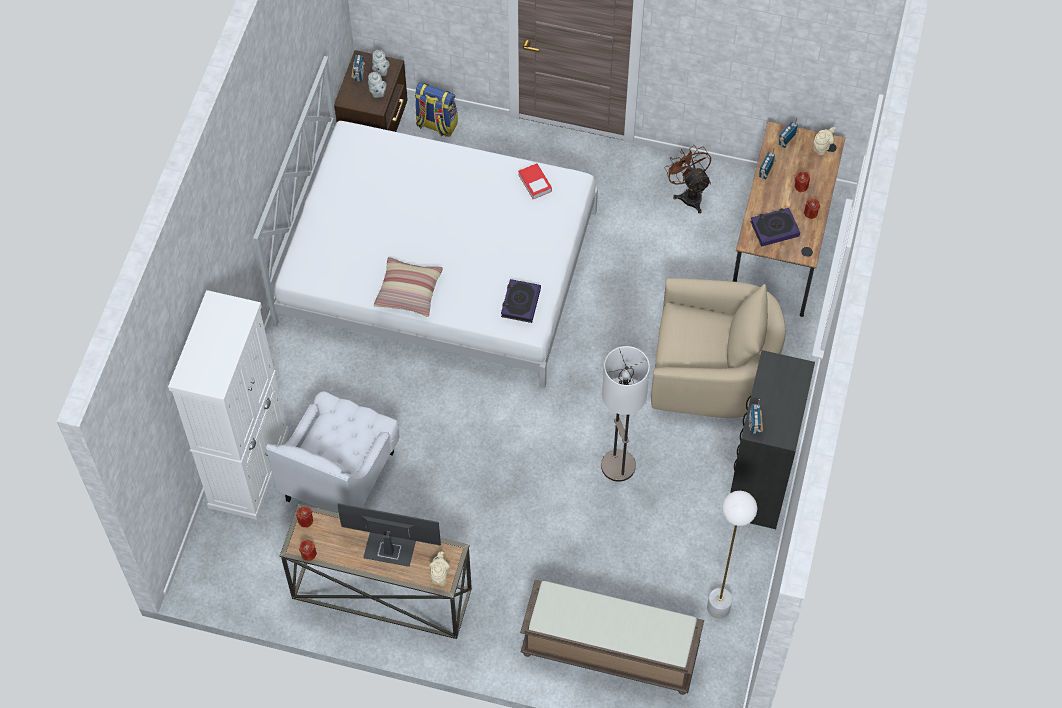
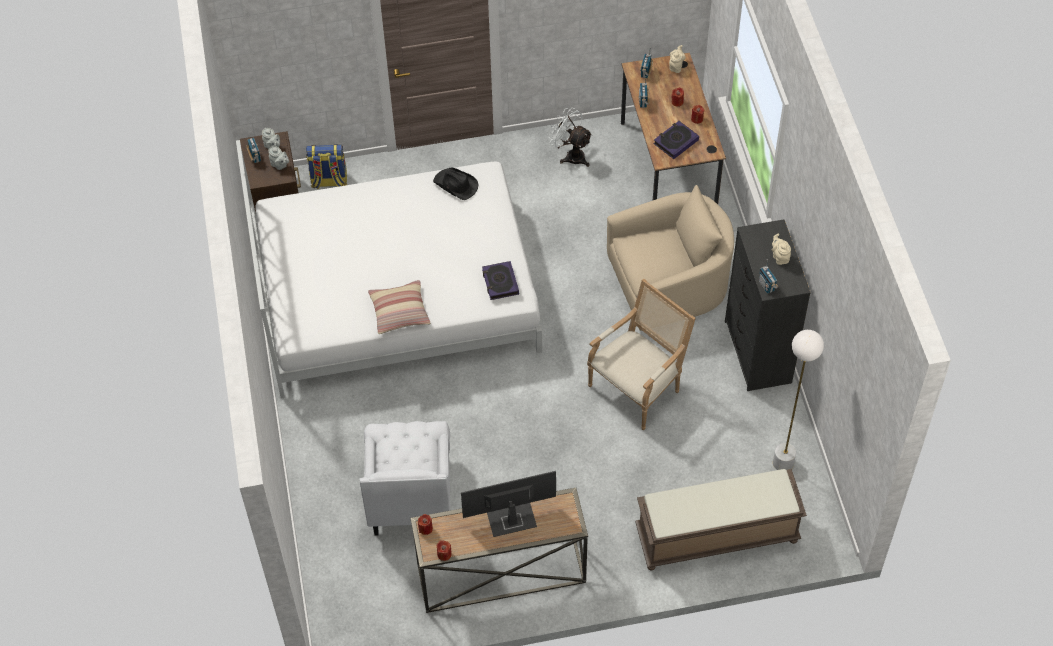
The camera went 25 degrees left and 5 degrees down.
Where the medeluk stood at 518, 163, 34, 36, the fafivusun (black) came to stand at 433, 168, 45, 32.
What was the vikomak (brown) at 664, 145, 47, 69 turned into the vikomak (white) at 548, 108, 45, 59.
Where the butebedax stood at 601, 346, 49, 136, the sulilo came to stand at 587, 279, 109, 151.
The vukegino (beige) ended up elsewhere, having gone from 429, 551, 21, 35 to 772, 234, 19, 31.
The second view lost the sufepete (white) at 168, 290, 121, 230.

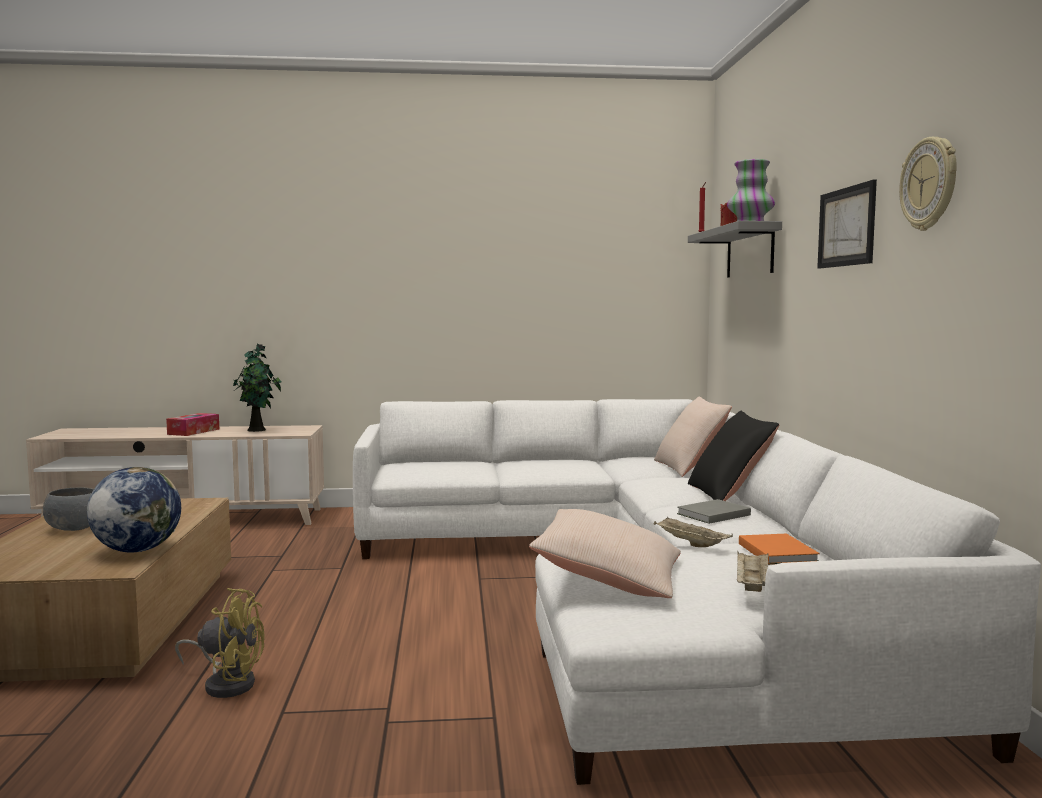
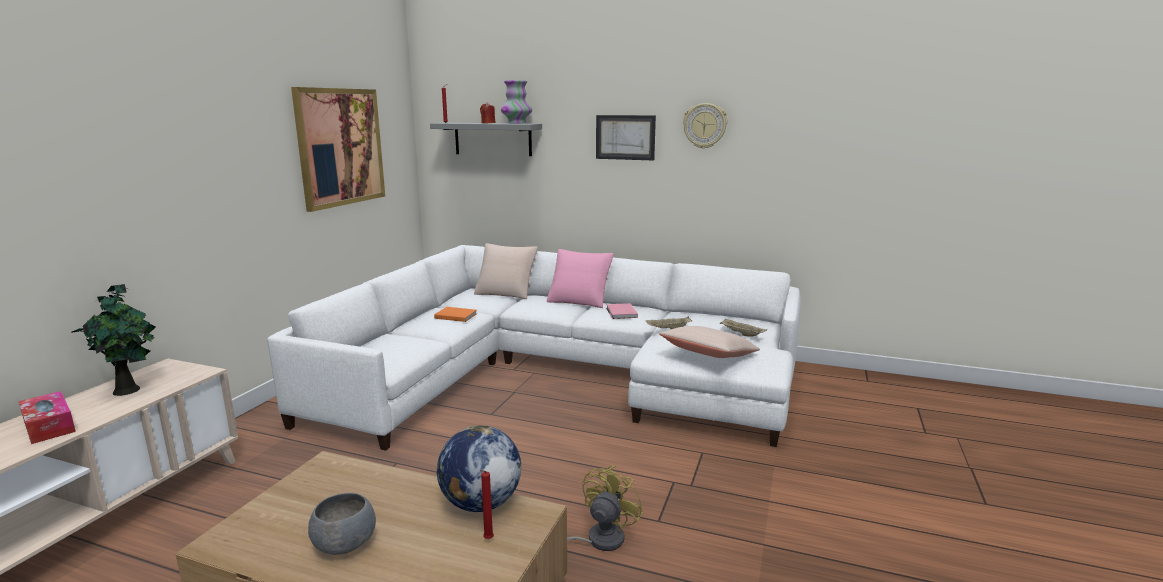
The camera went 65 degrees left and 10 degrees up.
The second view gained the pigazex at 291, 87, 94, 125.
The medeluk (orange) ended up elsewhere, having gone from 739, 533, 81, 32 to 434, 307, 43, 15.
The second view gained the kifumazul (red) at 480, 470, 14, 69.
What was the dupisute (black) at 688, 411, 92, 90 turned into the dupisute (pink) at 547, 249, 67, 59.
What was the medeluk (grey) at 677, 499, 74, 25 turned into the medeluk (pink) at 606, 303, 32, 16.

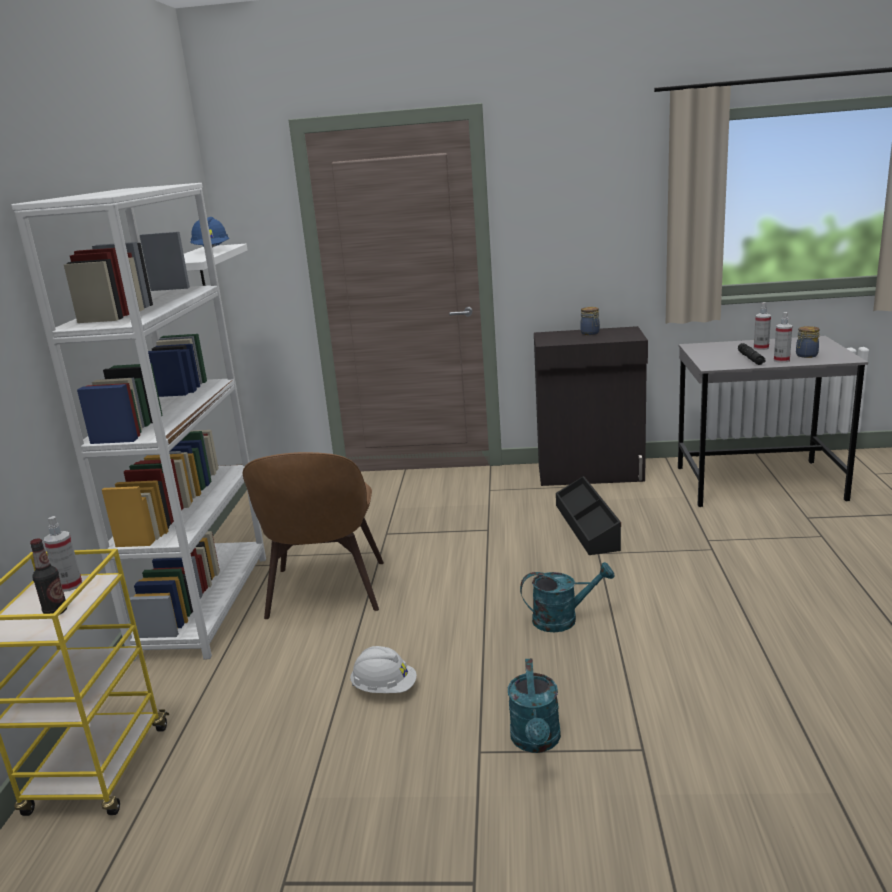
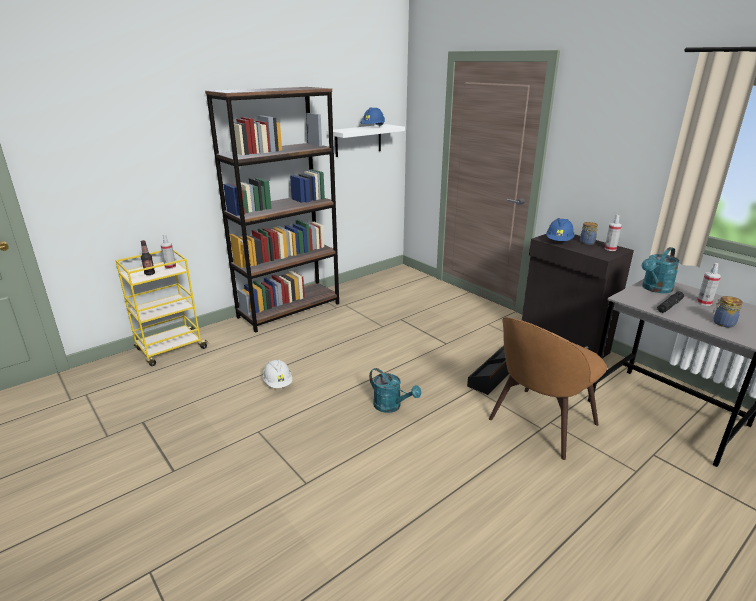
The camera went 45 degrees right and 5 degrees up.
What was the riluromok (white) at 11, 183, 255, 478 turned into the riluromok (brown) at 205, 87, 134, 246.
The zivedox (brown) ended up elsewhere, having gone from 243, 452, 141, 167 to 489, 317, 118, 143.
The second view gained the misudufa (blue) at 546, 218, 29, 23.
The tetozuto ended up elsewhere, having gone from 774, 312, 19, 51 to 605, 215, 17, 36.
The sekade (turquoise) ended up elsewhere, having gone from 508, 659, 53, 94 to 642, 247, 38, 46.

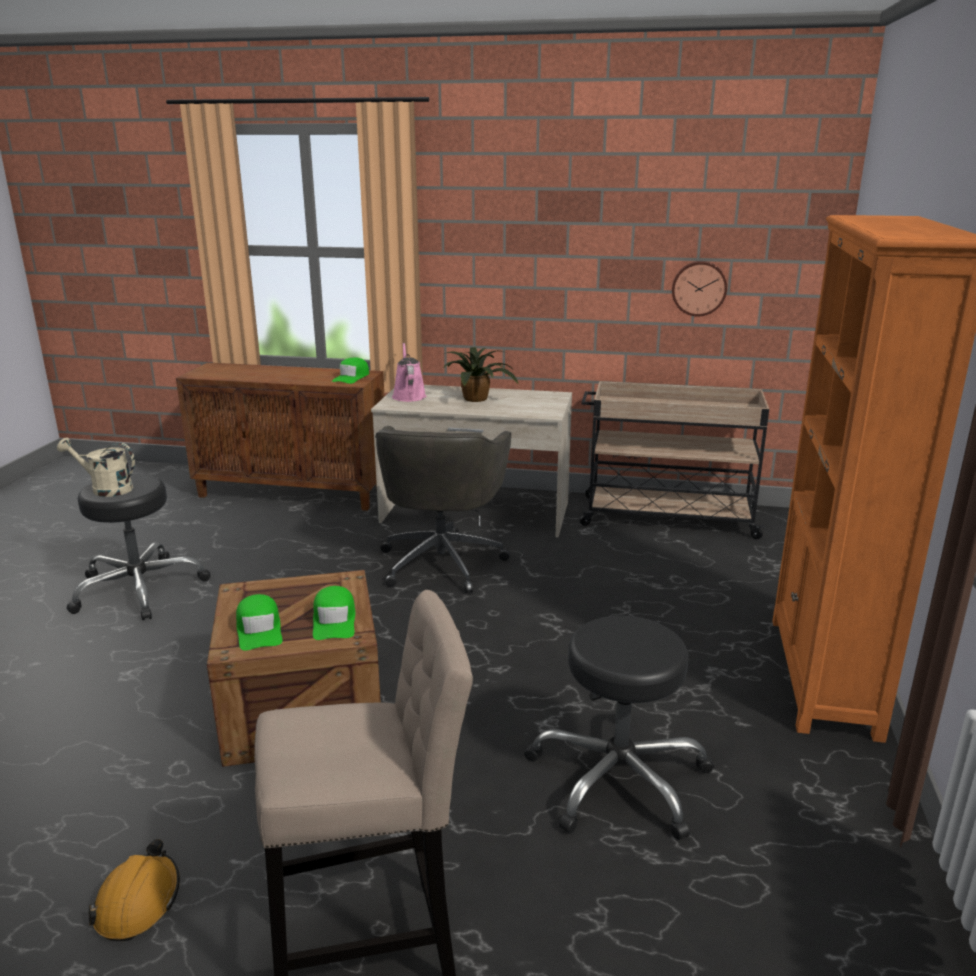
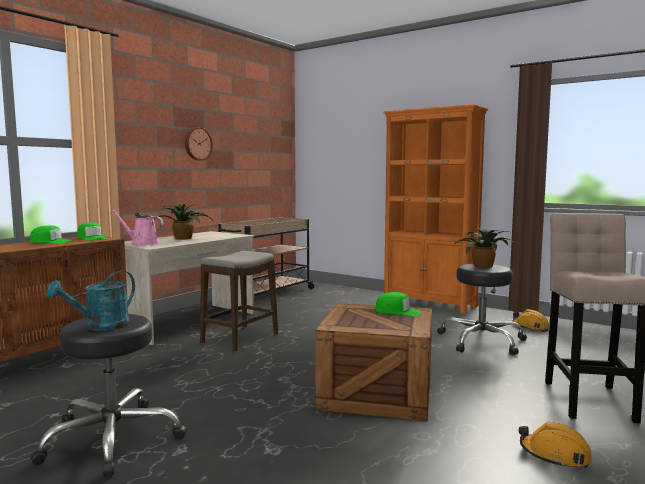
The camera went 65 degrees left and 15 degrees down.
The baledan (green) ended up elsewhere, having gone from 236, 594, 47, 57 to 30, 225, 43, 19.
What was the sekade (beige) at 57, 438, 78, 59 turned into the sekade (turquoise) at 46, 271, 89, 60.
The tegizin ended up elsewhere, having gone from 672, 261, 55, 56 to 185, 127, 28, 34.
Where the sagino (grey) stood at 375, 426, 136, 167, the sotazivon came to stand at 200, 251, 78, 101.
The second view gained the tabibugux at 453, 226, 62, 42.
The second view gained the misudufa (orange) at 513, 309, 36, 23.

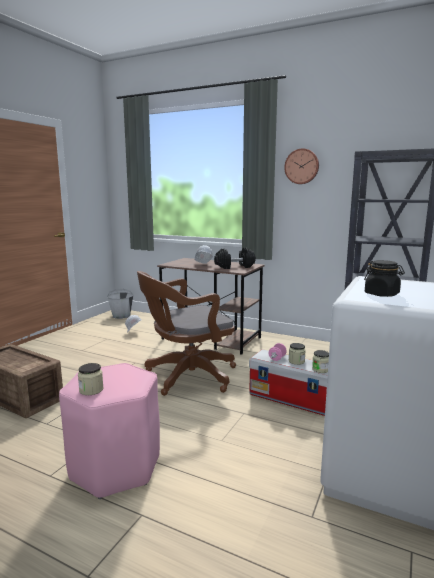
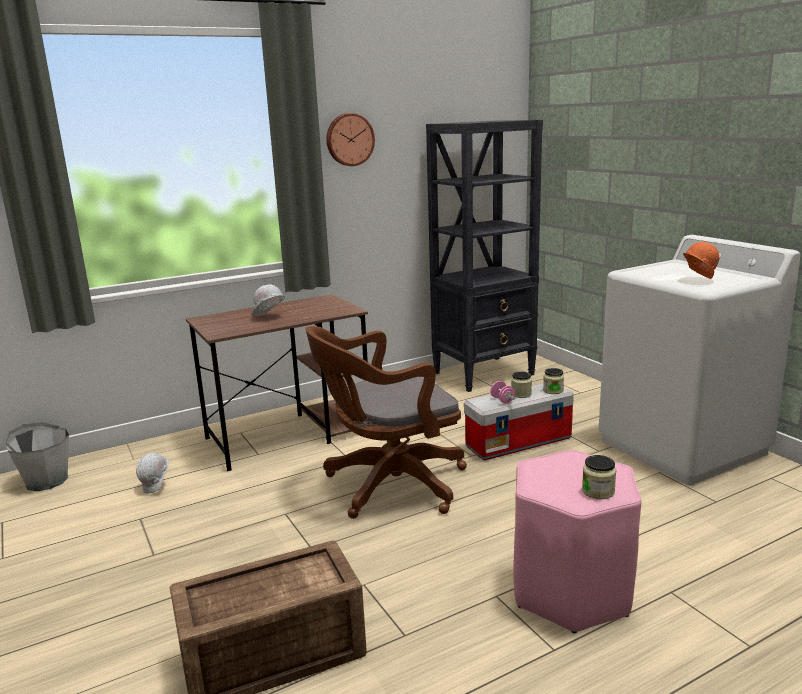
The camera went 55 degrees left and 5 degrees up.
The sagino (brown) at 137, 271, 99, 125 ended up facing another way, 60 degrees clockwise from before.
Where the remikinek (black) stood at 364, 260, 41, 37, the misudufa (orange) came to stand at 683, 242, 36, 37.
The second view lost the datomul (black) at 214, 248, 42, 21.

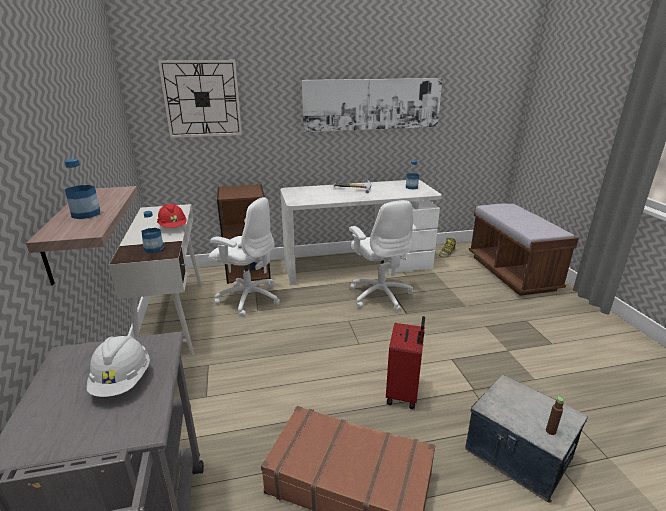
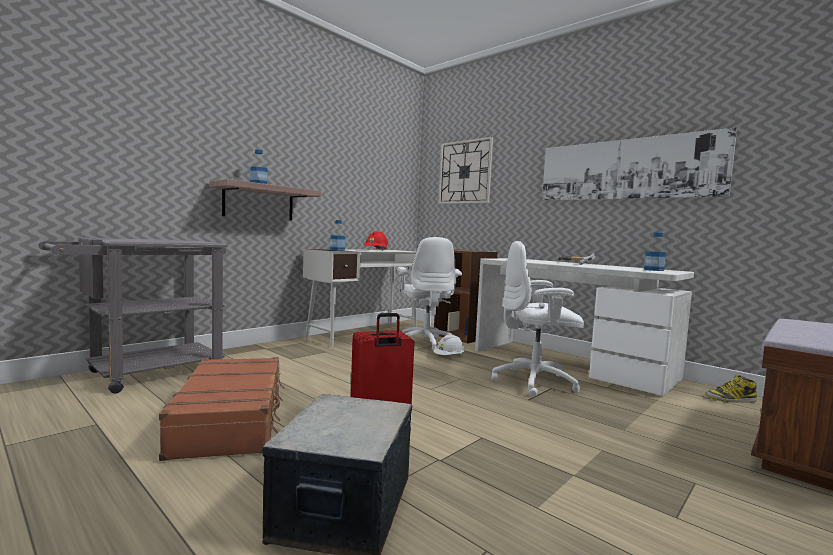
The camera went 55 degrees right and 20 degrees down.
The misudufa (white) ended up elsewhere, having gone from 87, 335, 63, 62 to 433, 335, 32, 20.
The sagino (white) at 349, 200, 68, 111 ended up facing another way, 60 degrees clockwise from before.
The second view lost the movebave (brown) at 546, 396, 17, 39.

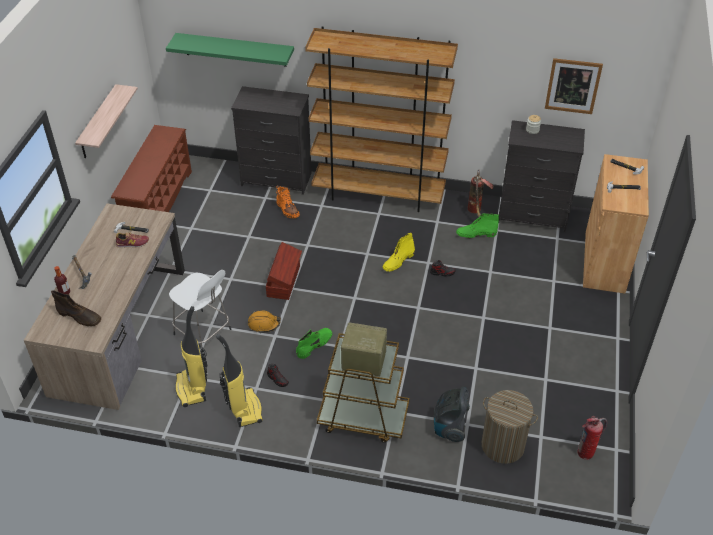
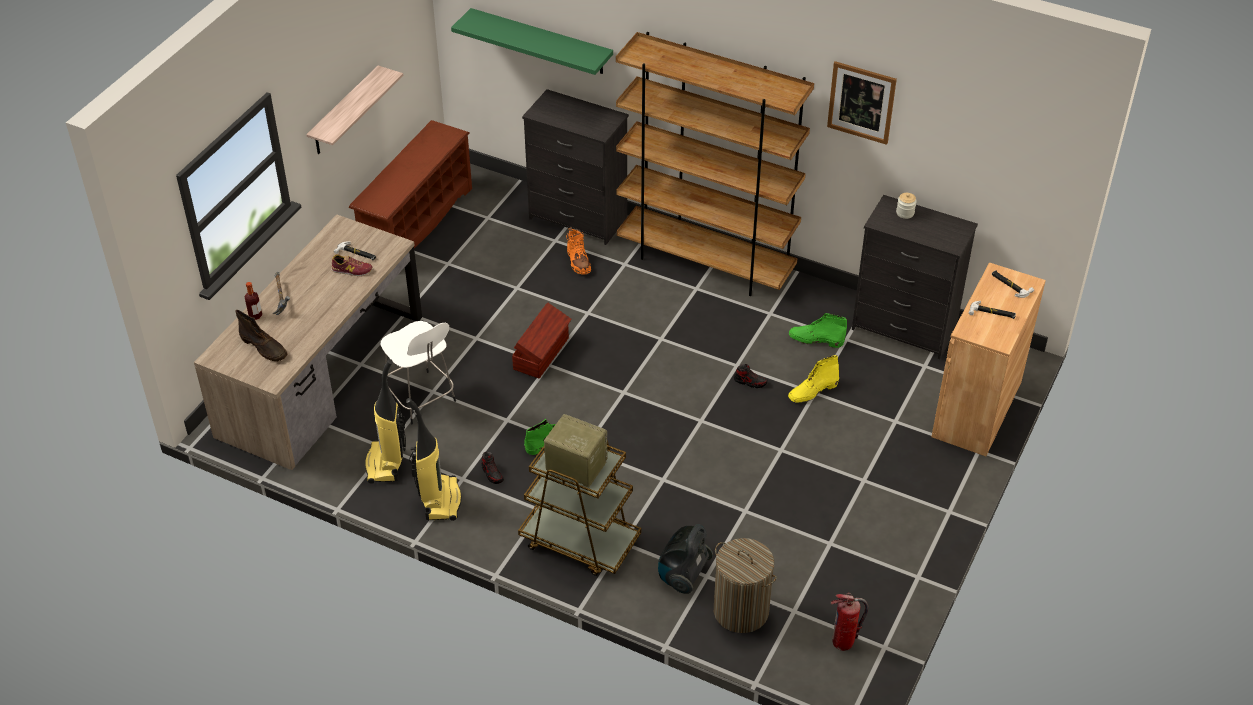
The camera went 15 degrees right and 0 degrees up.
The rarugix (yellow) ended up elsewhere, having gone from 383, 232, 32, 40 to 788, 355, 51, 48.
The pigazex ended up elsewhere, having gone from 545, 58, 58, 56 to 827, 61, 70, 84.
The second view lost the misudufa (orange) at 248, 310, 33, 23.
The second view lost the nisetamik at 468, 170, 26, 47.

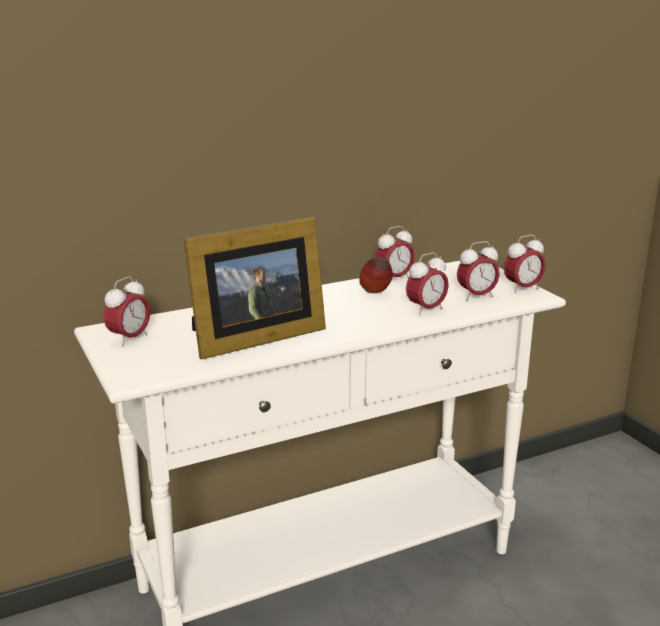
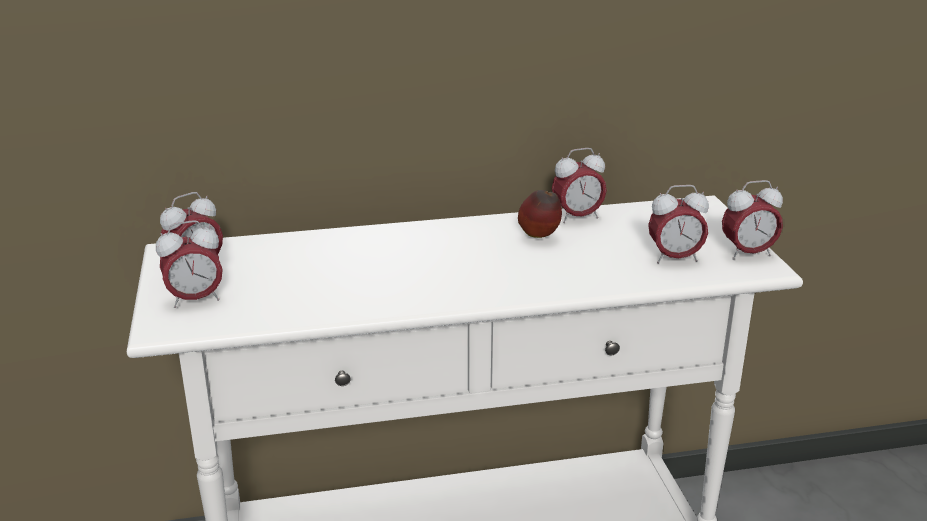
The camera went 15 degrees right and 5 degrees up.
The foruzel ended up elsewhere, having gone from 406, 252, 43, 64 to 156, 220, 67, 88.
The second view lost the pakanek at 183, 217, 143, 143.

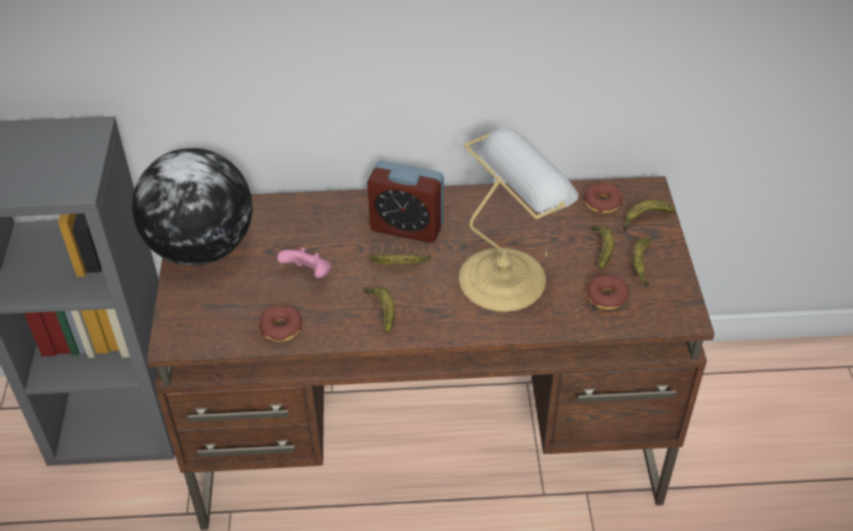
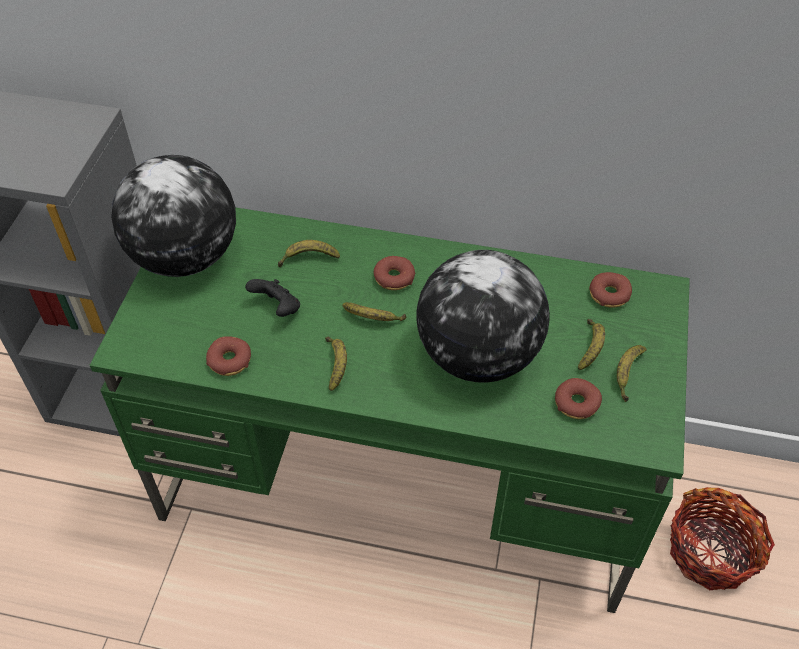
The camera went 15 degrees right and 5 degrees up.
What was the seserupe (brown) at 146, 176, 568, 354 turned into the seserupe (green) at 90, 207, 600, 406.
What was the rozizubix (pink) at 277, 247, 54, 31 turned into the rozizubix (black) at 245, 279, 55, 38.
The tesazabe ended up elsewhere, having gone from 623, 200, 52, 32 to 278, 240, 62, 27.
Where the foruzel stood at 367, 161, 77, 82, the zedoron came to stand at 374, 256, 41, 34.
Where the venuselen stood at 459, 128, 120, 184, the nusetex came to stand at 417, 250, 133, 133.
The second view gained the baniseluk at 670, 487, 105, 103.

